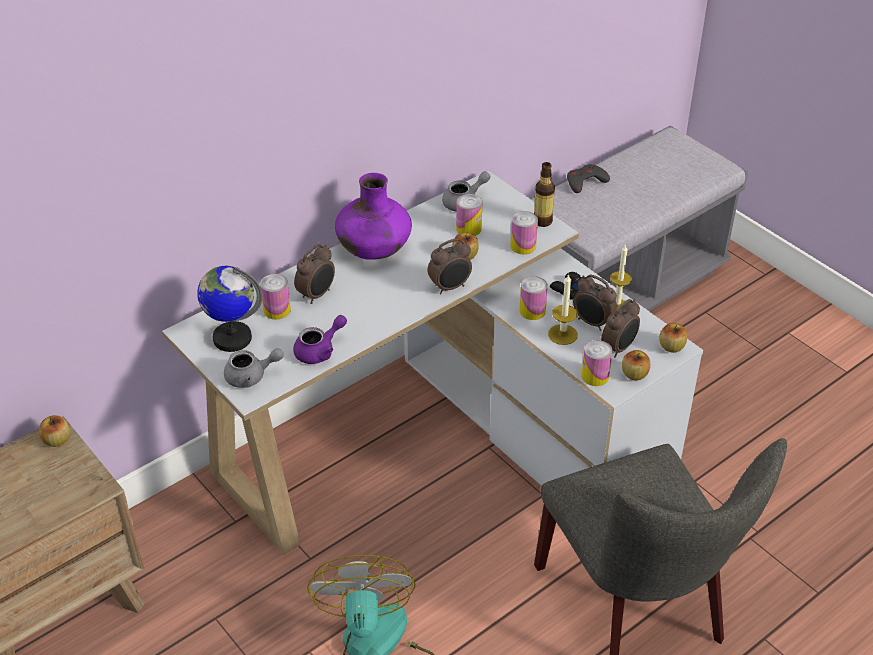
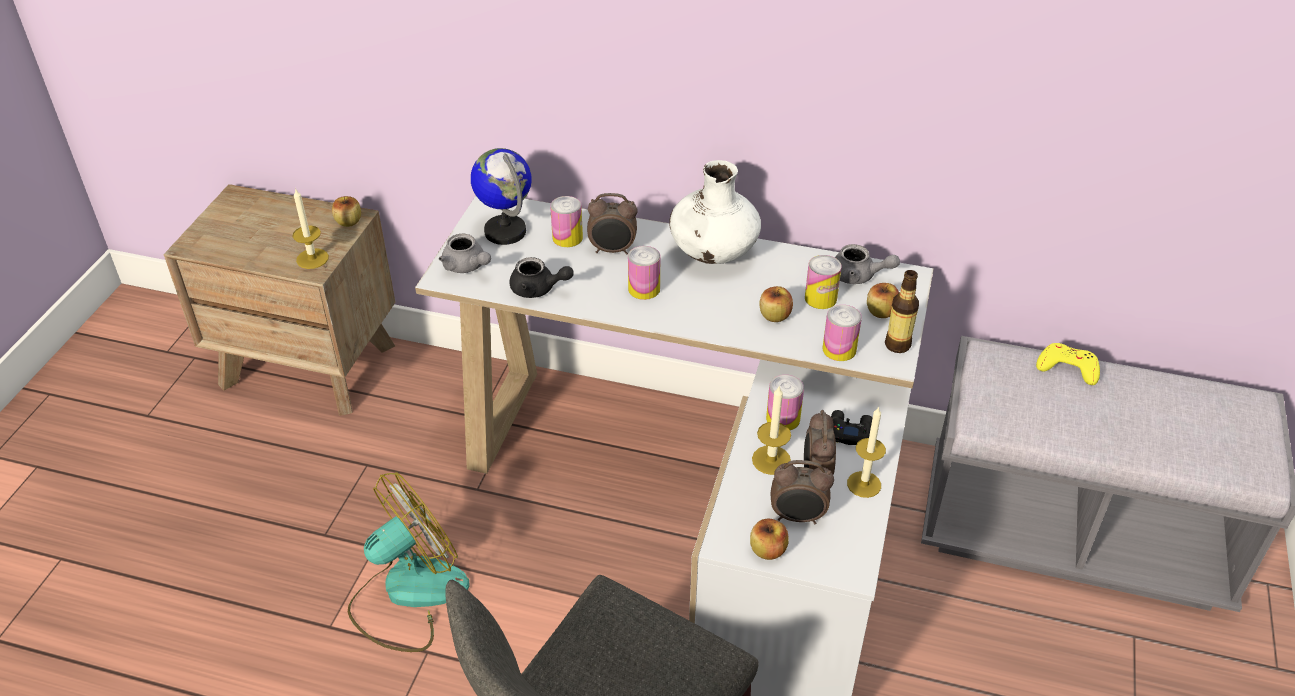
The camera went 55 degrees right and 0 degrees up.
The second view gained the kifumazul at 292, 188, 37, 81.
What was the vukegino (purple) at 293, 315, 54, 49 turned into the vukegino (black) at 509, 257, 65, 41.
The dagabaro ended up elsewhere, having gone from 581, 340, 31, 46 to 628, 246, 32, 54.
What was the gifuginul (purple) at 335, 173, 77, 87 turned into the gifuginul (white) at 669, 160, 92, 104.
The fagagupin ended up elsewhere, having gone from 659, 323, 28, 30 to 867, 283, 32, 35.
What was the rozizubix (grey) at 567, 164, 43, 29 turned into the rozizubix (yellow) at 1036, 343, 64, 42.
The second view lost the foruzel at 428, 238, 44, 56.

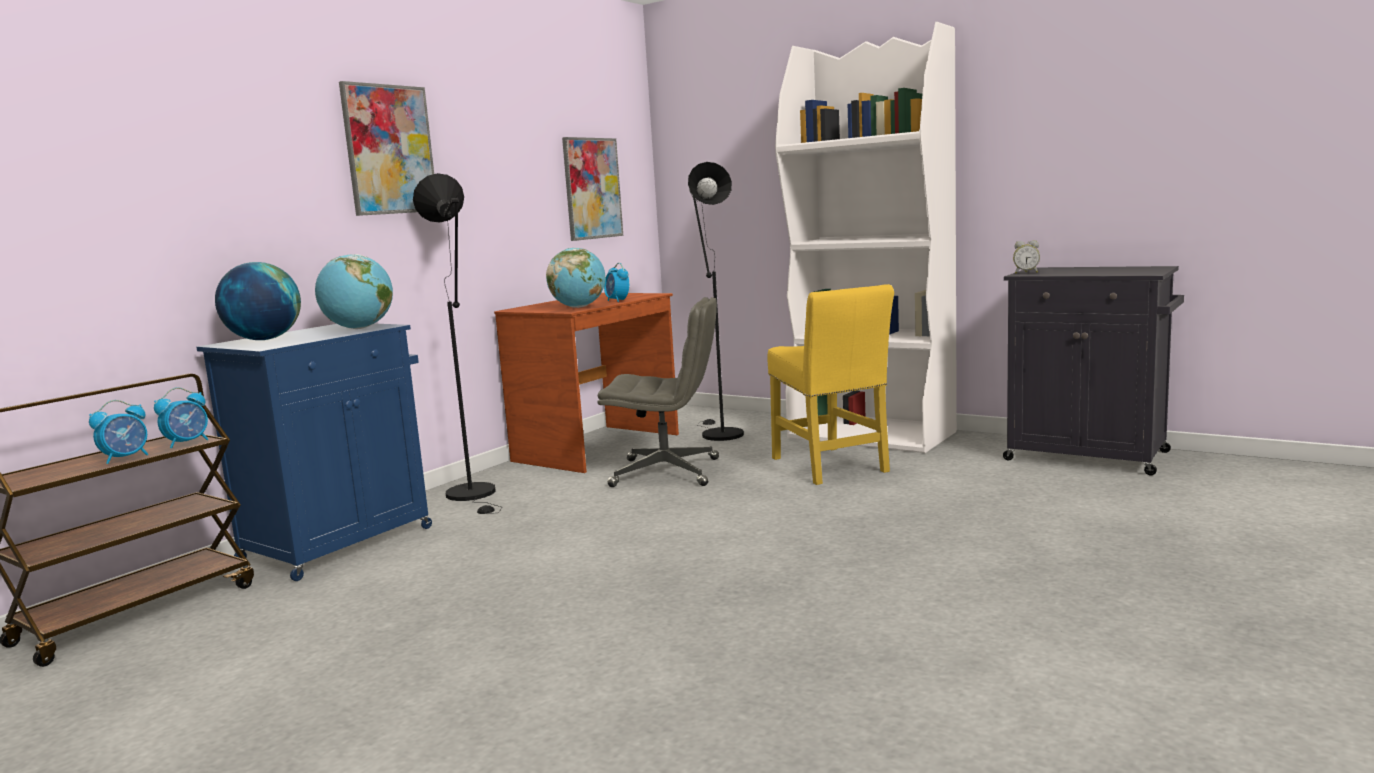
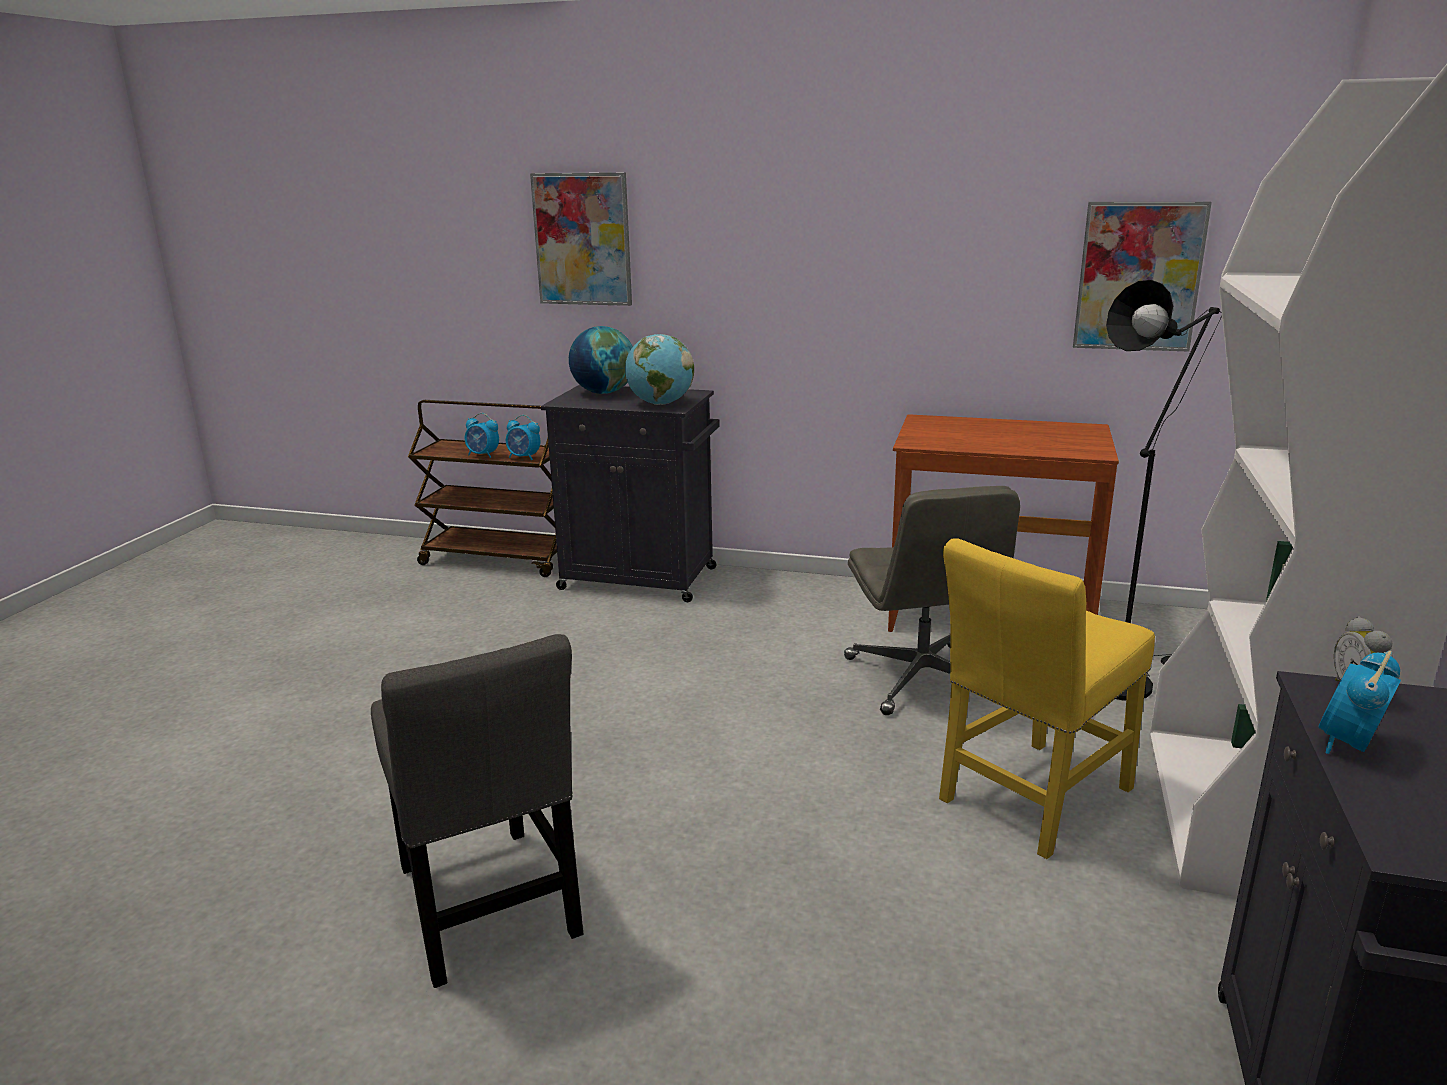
The camera went 70 degrees right and 10 degrees up.
The second view gained the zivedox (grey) at 371, 634, 212, 354.
The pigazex ended up elsewhere, having gone from 339, 81, 95, 135 to 530, 172, 102, 134.
What was the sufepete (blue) at 196, 323, 236, 258 turned into the sufepete (black) at 541, 385, 178, 217.
The foruzel ended up elsewhere, having gone from 604, 263, 25, 39 to 1319, 651, 82, 103.
The second view lost the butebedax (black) at 413, 173, 89, 341.
The second view lost the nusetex at 546, 248, 59, 60.

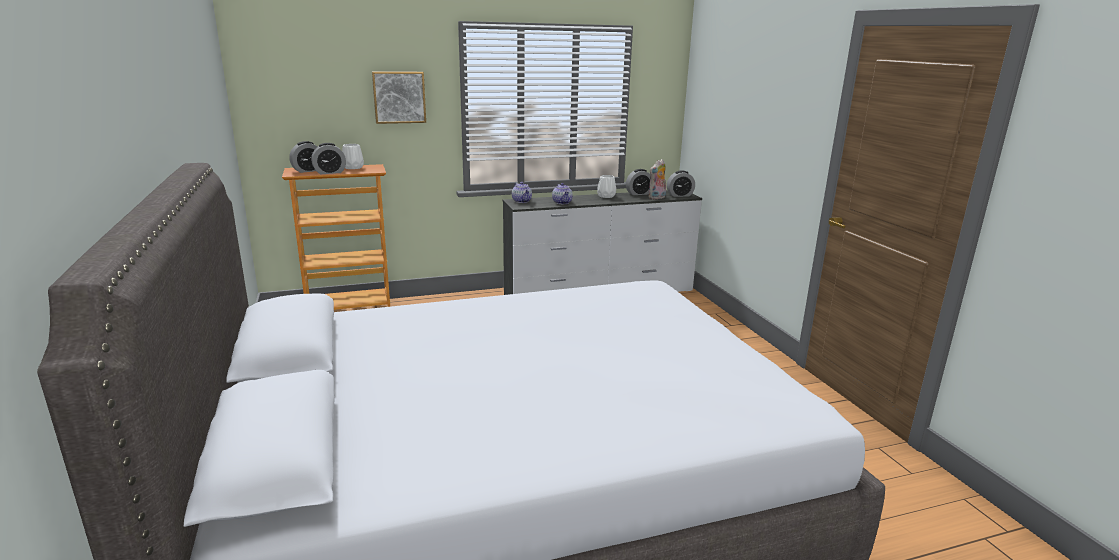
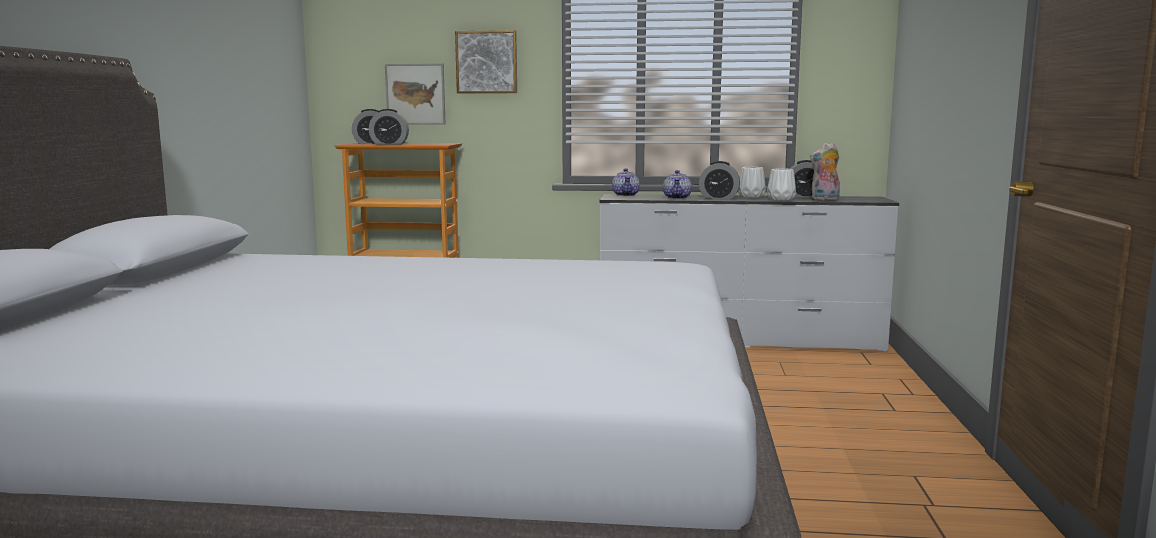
The camera went 25 degrees right and 10 degrees down.
The second view gained the pigazex at 385, 63, 61, 61.
The foruzel ended up elsewhere, having gone from 667, 170, 28, 27 to 699, 161, 41, 38.
The gifuginul (white) ended up elsewhere, having gone from 342, 144, 22, 25 to 767, 168, 29, 33.

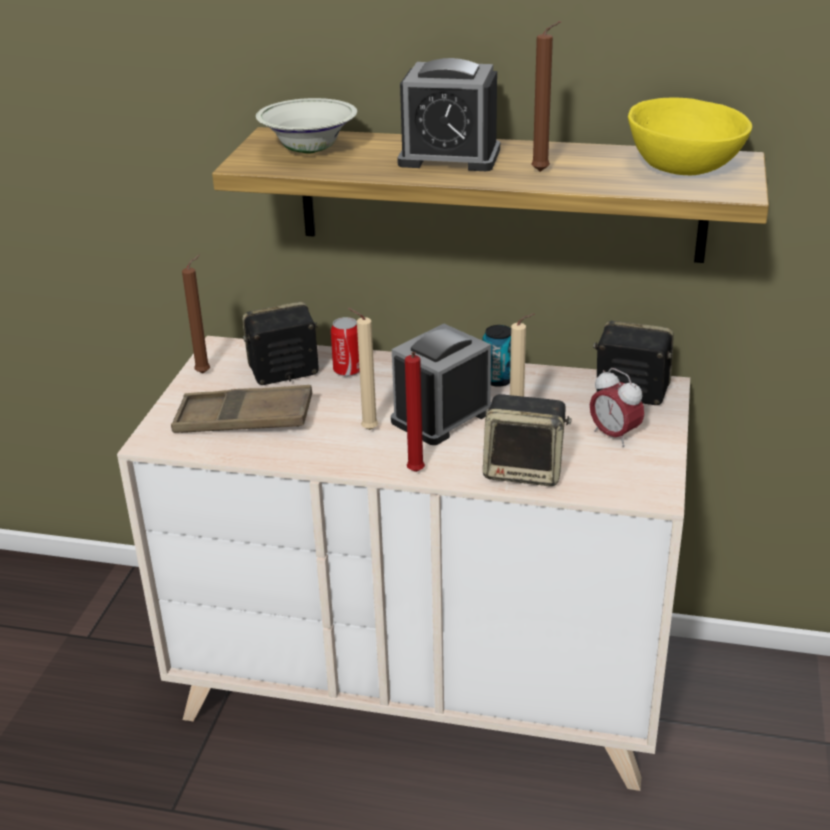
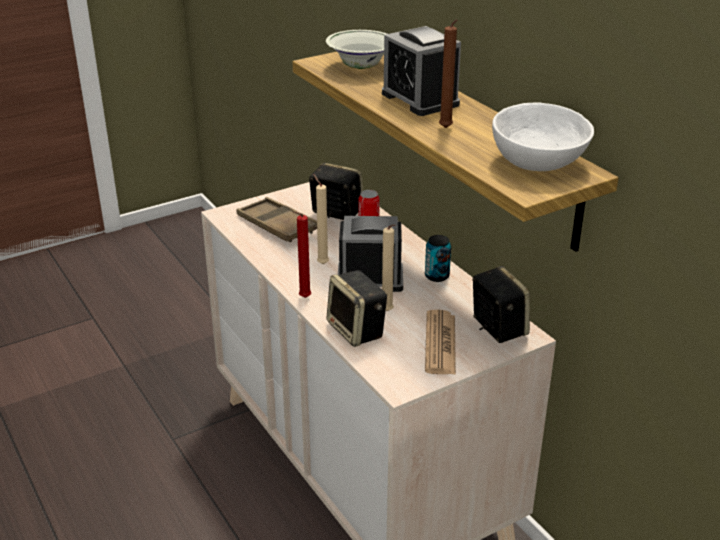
The camera went 45 degrees right and 0 degrees up.
Where the foruzel stood at 590, 368, 54, 79, the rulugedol came to stand at 425, 310, 31, 65.
What was the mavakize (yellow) at 628, 98, 124, 77 turned into the mavakize (white) at 492, 102, 102, 69.
The second view lost the kifumazul (brown) at 182, 255, 28, 118.

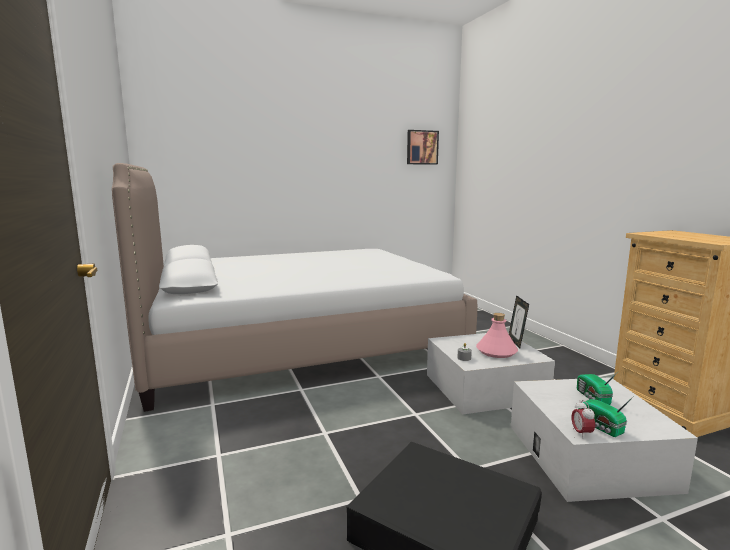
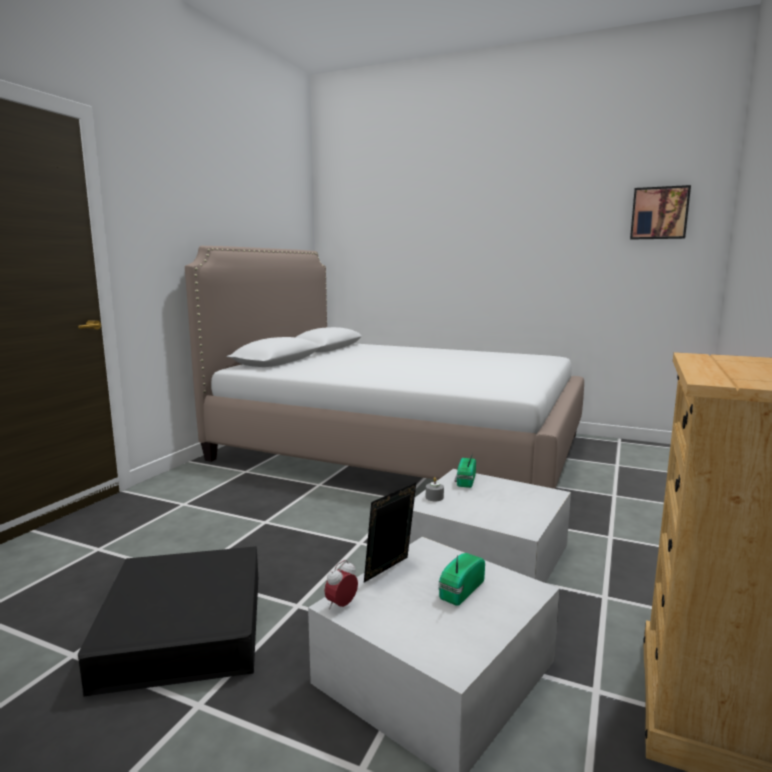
The camera went 45 degrees right and 0 degrees up.
The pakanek ended up elsewhere, having gone from 509, 295, 20, 54 to 364, 483, 52, 99.
The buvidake ended up elsewhere, having gone from 578, 396, 56, 41 to 455, 453, 21, 35.
The second view lost the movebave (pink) at 476, 313, 42, 45.

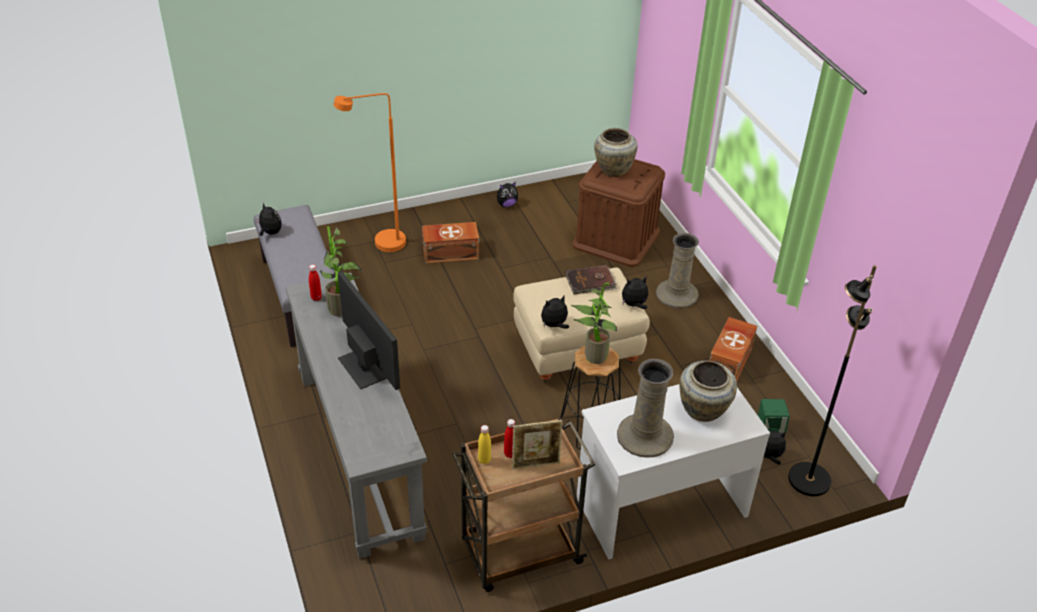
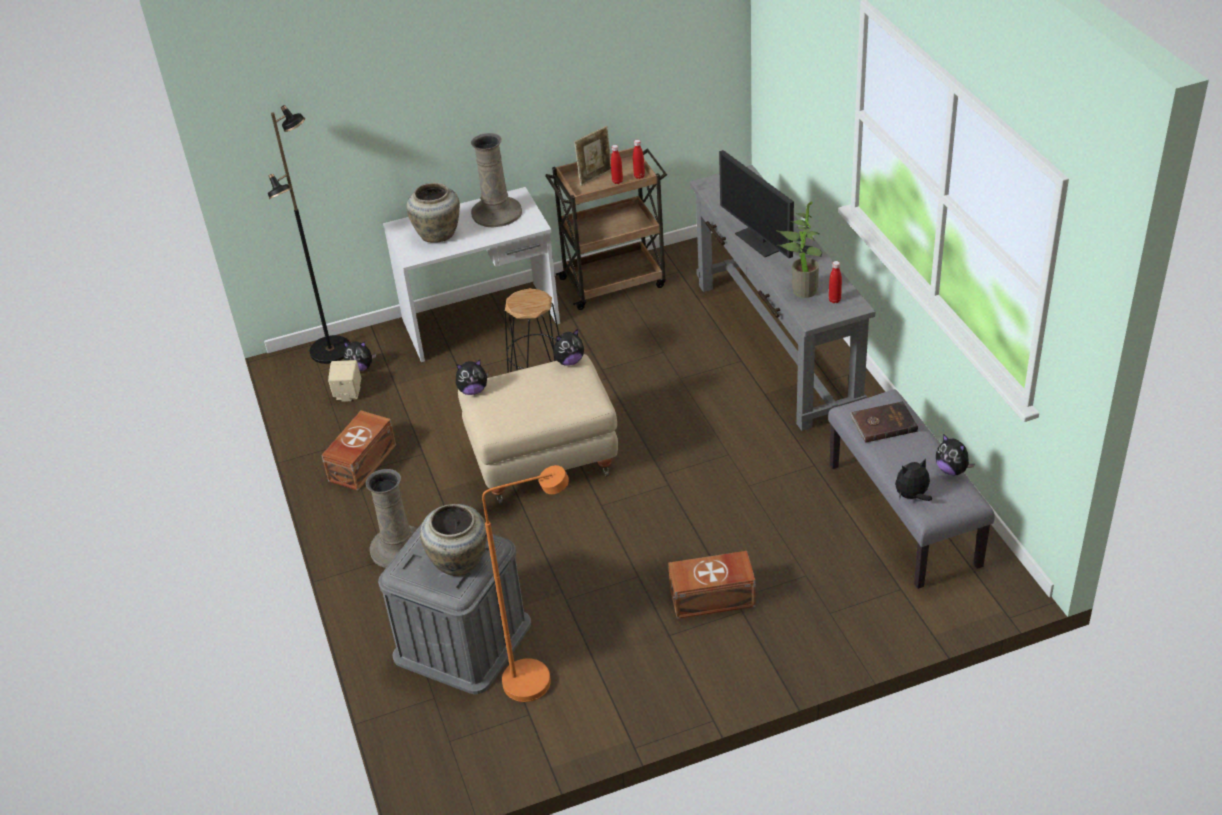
The camera went 175 degrees left and 0 degrees up.
What was the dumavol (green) at 758, 399, 32, 34 turned into the dumavol (beige) at 328, 360, 33, 42.
What was the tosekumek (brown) at 573, 159, 92, 108 turned into the tosekumek (grey) at 378, 524, 153, 170.
The butebedax (orange) ended up elsewhere, having gone from 333, 93, 73, 159 to 482, 465, 87, 237.
The pakanek at 512, 420, 51, 50 ended up facing another way, 150 degrees clockwise from before.
What was the movebave (yellow) at 478, 425, 13, 39 turned into the movebave (red) at 633, 140, 12, 39.
The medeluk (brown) ended up elsewhere, having gone from 565, 265, 52, 29 to 850, 401, 68, 42.
The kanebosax ended up elsewhere, having gone from 497, 182, 21, 25 to 895, 458, 37, 43.
The second view lost the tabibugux at 571, 283, 46, 81.

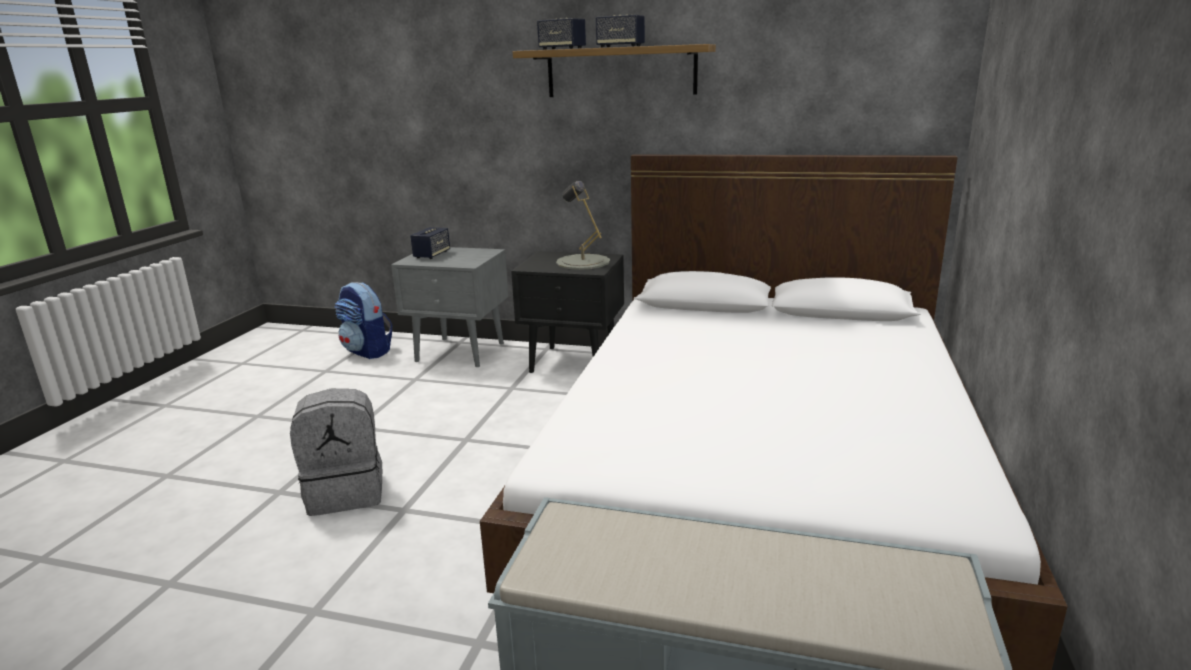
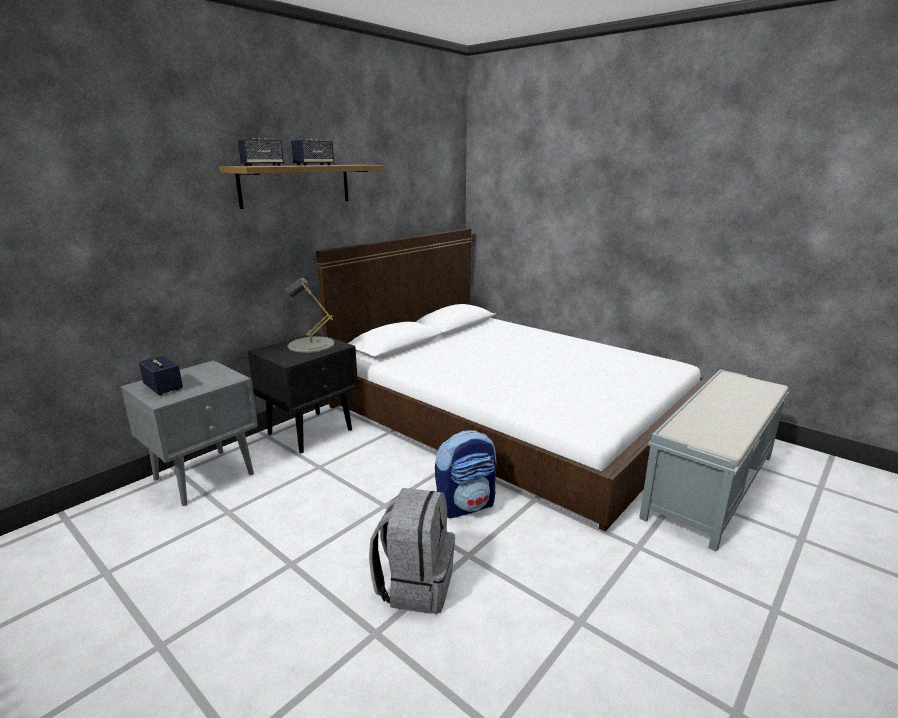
The camera went 65 degrees left and 0 degrees up.
The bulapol ended up elsewhere, having gone from 334, 282, 58, 77 to 435, 430, 61, 88.

